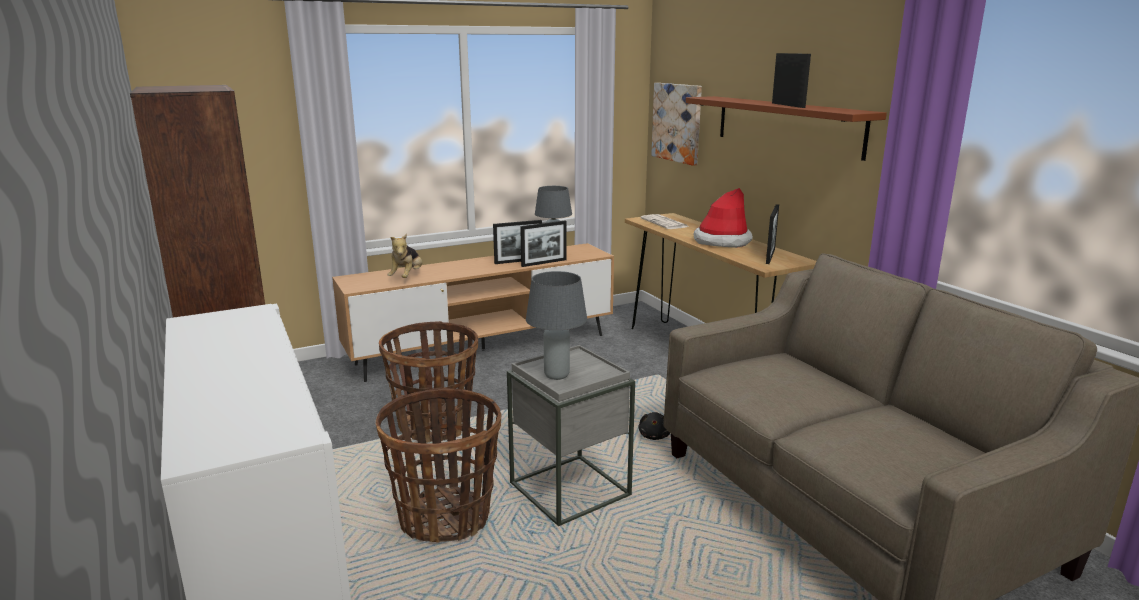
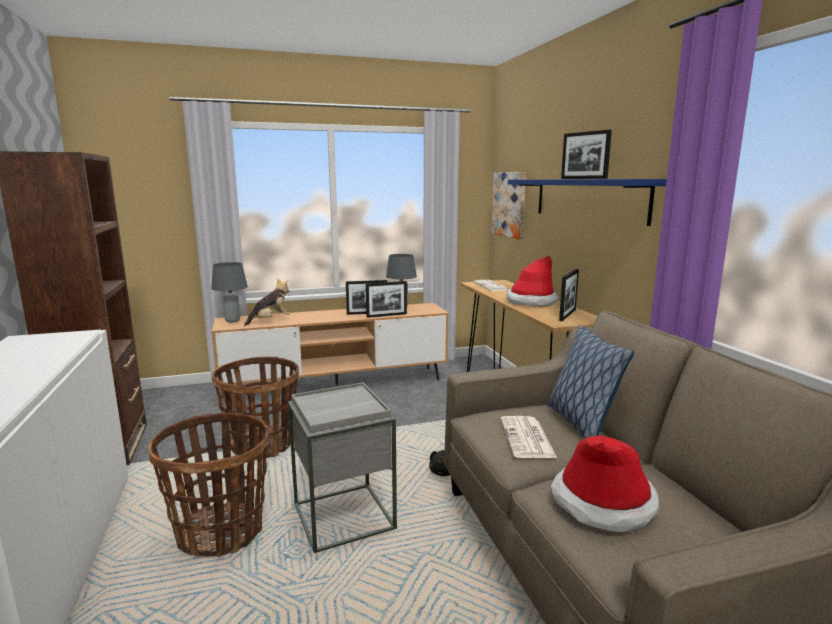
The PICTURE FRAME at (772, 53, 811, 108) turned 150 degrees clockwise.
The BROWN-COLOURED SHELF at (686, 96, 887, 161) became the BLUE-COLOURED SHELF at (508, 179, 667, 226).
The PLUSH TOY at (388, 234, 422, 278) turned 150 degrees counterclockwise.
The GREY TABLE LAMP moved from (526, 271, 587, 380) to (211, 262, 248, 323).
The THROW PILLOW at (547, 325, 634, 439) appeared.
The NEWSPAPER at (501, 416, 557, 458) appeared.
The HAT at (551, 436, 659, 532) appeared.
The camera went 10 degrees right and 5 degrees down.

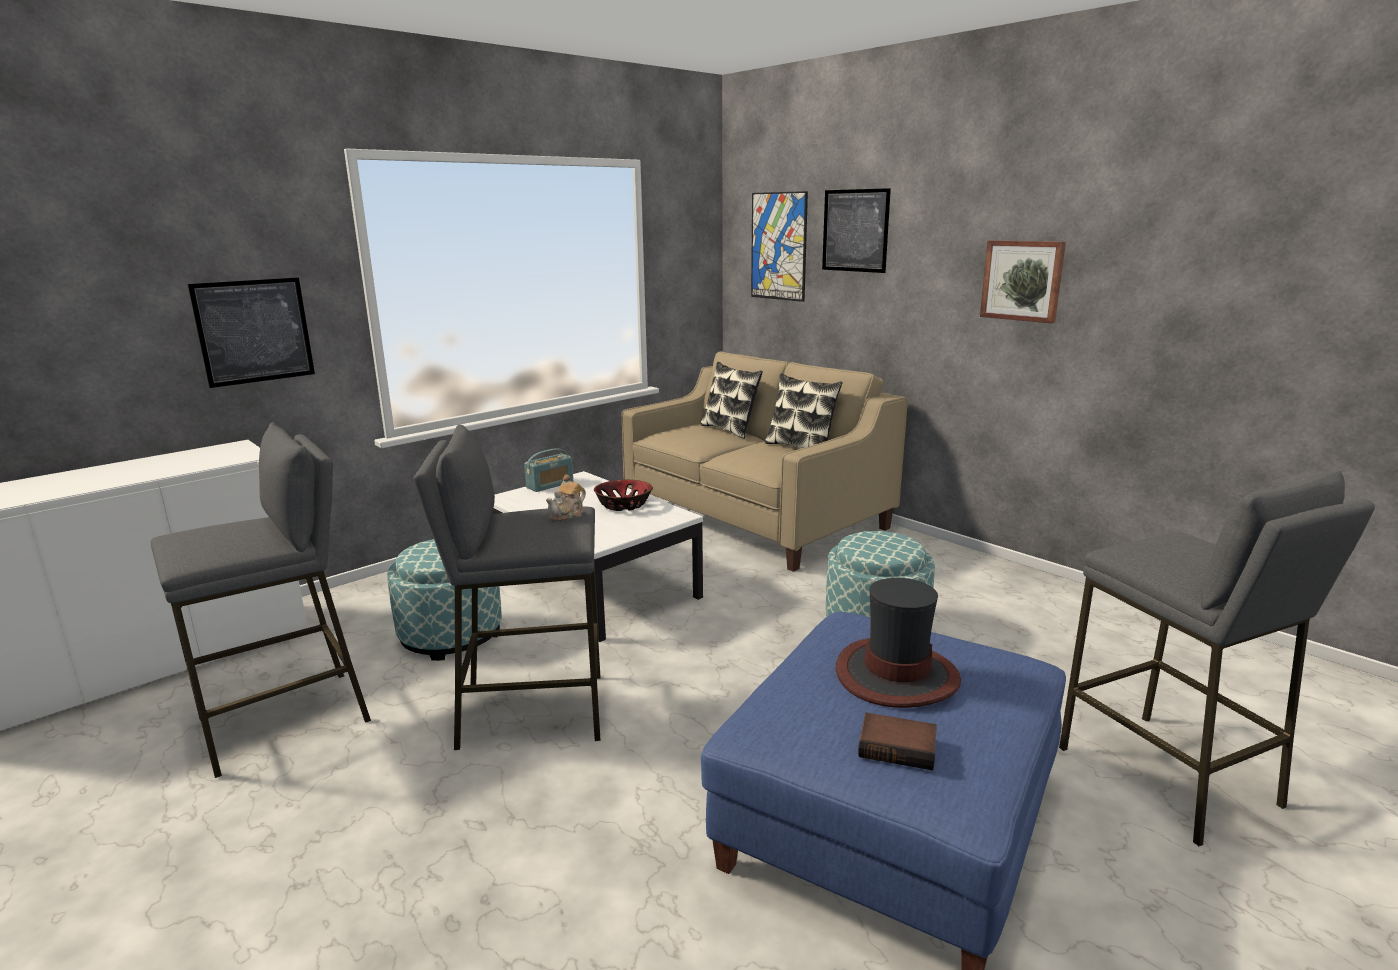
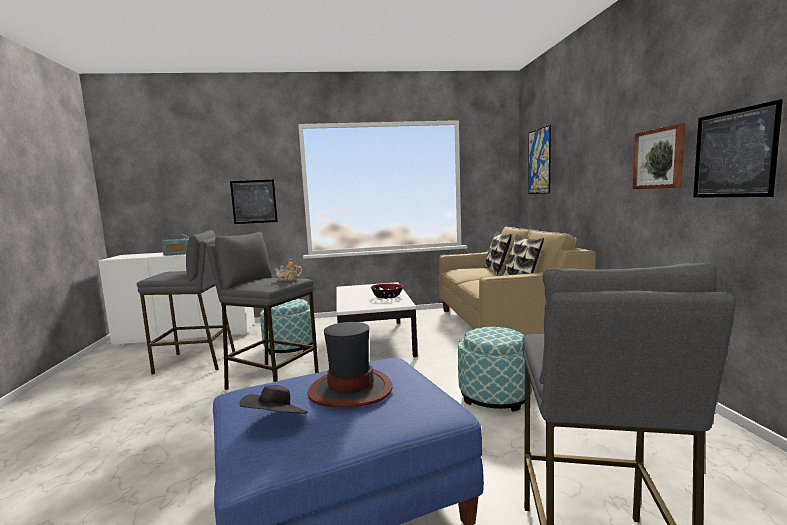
The WALL PICTURE moved from (822, 188, 891, 273) to (693, 99, 783, 198).
The RADIO RECEIVER moved from (524, 448, 573, 492) to (162, 234, 189, 256).
The BOUND BOOK at (858, 713, 937, 771) was replaced by the BLACK-COLOURED HAT at (240, 385, 308, 414).
The camera went 35 degrees right and 10 degrees down.

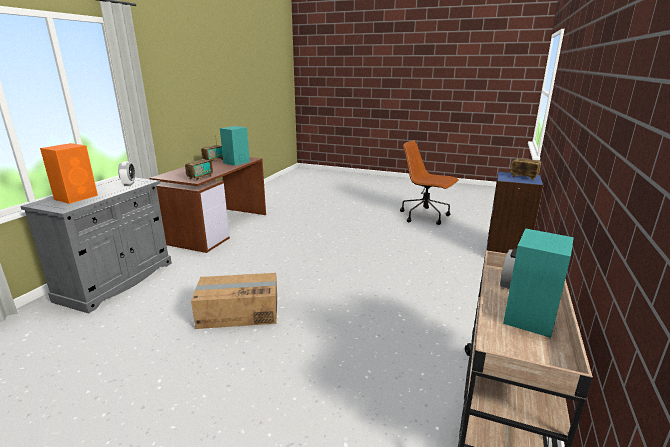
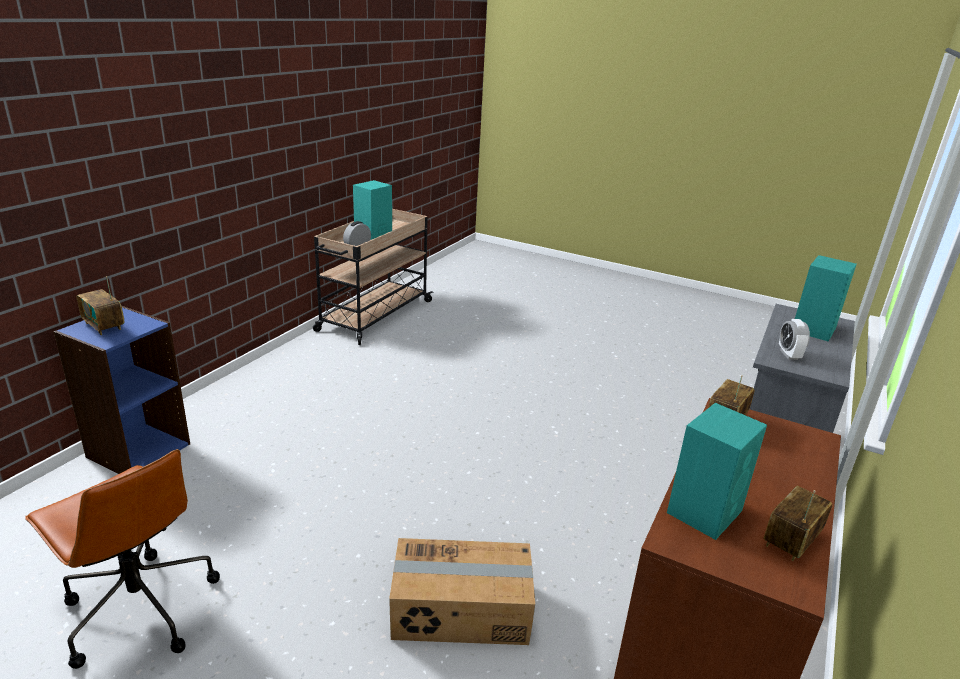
The ORANGE SPEAKER at (40, 143, 98, 204) became the TURQUOISE SPEAKER at (795, 255, 856, 342).
The PACKING BOX moved from (191, 273, 277, 329) to (389, 538, 535, 645).
The camera went 175 degrees left and 5 degrees up.

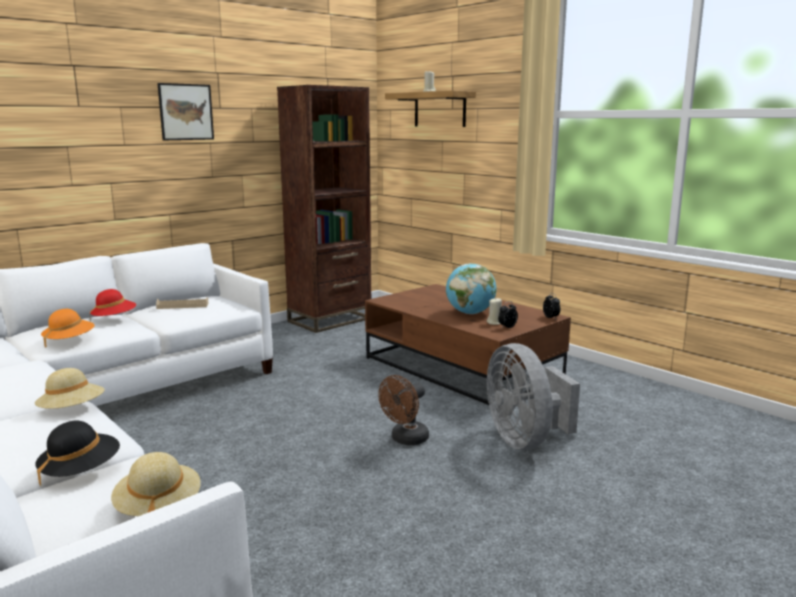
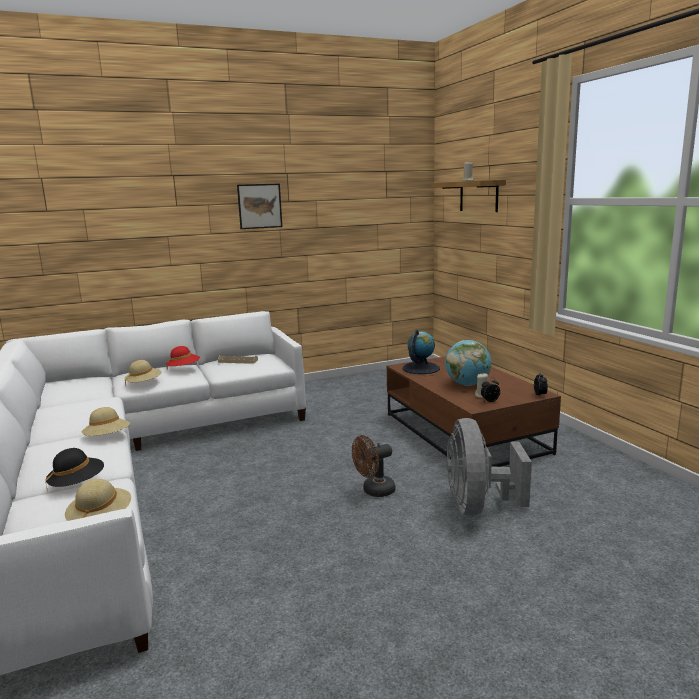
The BROWN-COLOURED BOOKSHELF at (277, 85, 371, 333) disappeared.
The ORANGE HAT at (41, 309, 95, 347) became the BEIGE HAT at (125, 360, 162, 386).
The GLOBE at (403, 330, 440, 374) appeared.
The camera went 20 degrees right and 0 degrees up.

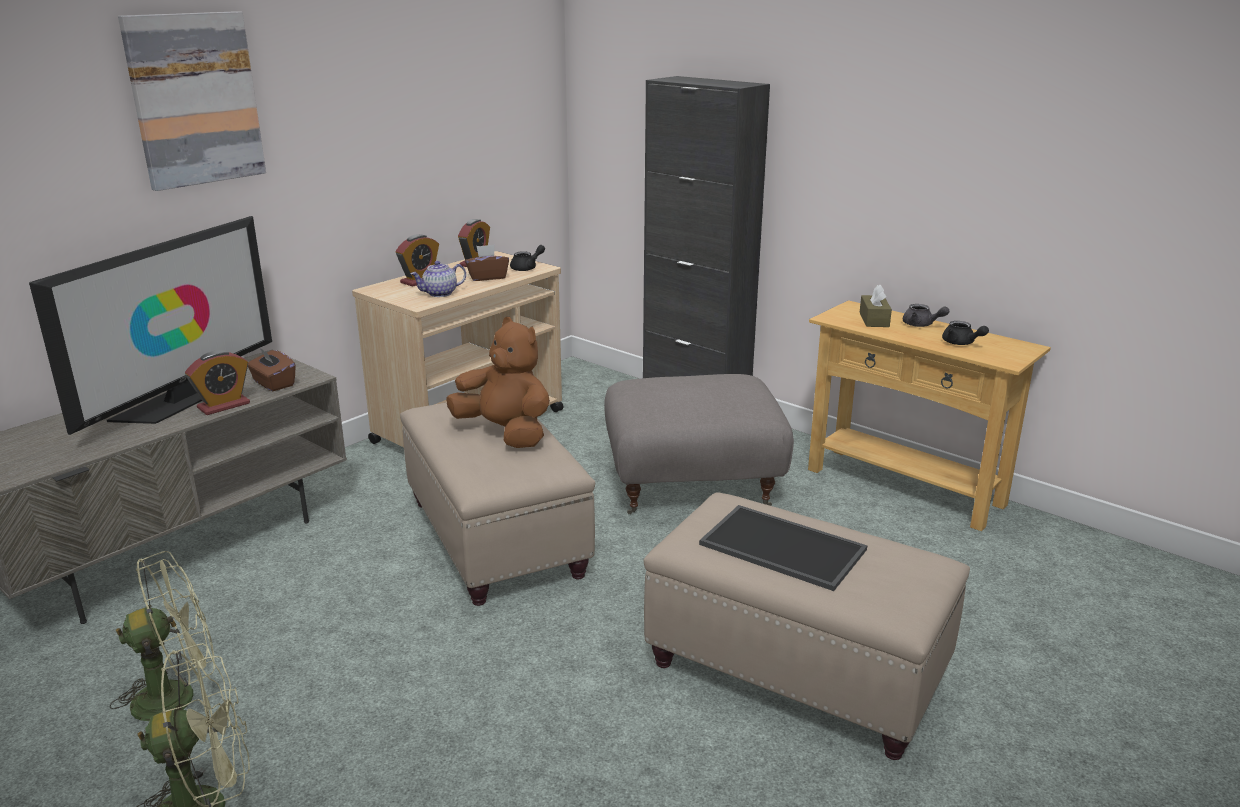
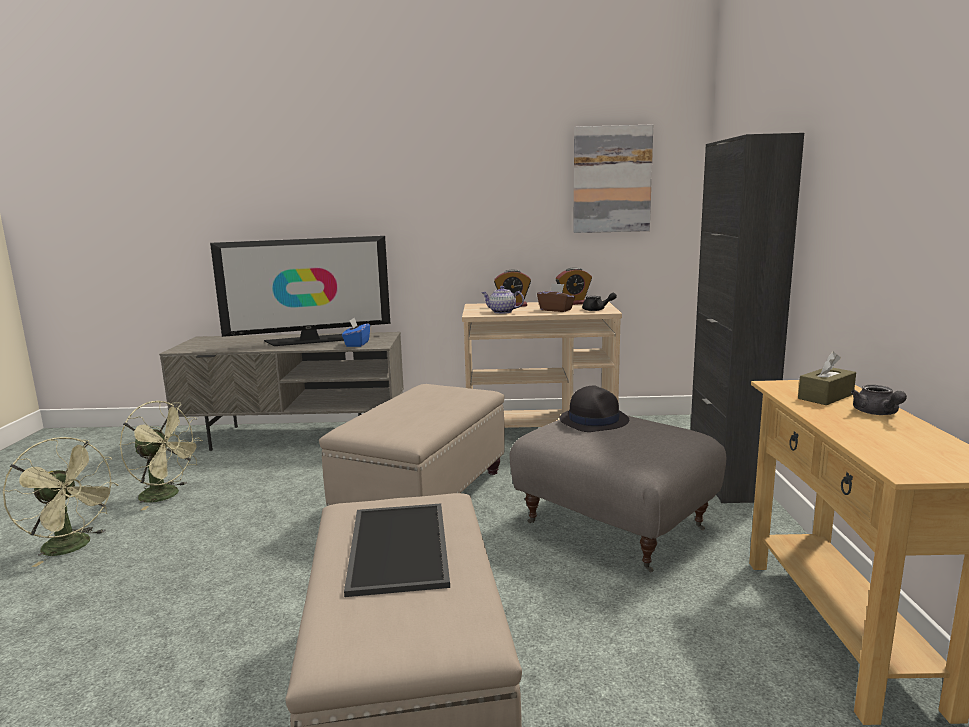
The WALL PICTURE moved from (118, 11, 266, 191) to (573, 124, 654, 233).
The BROWN-COLOURED PLUSH TOY at (446, 317, 550, 448) disappeared.
The BLACK-COLOURED TEA POT at (942, 321, 989, 345) disappeared.
The BROWN-COLOURED BOX OF TISSUES at (248, 347, 295, 391) became the BLUE-COLOURED BOX OF TISSUES at (342, 317, 370, 347).
The ALARM CLOCK at (185, 350, 250, 415) disappeared.
The BLACK-COLOURED HAT at (559, 386, 629, 432) appeared.
The camera went 50 degrees right and 10 degrees down.

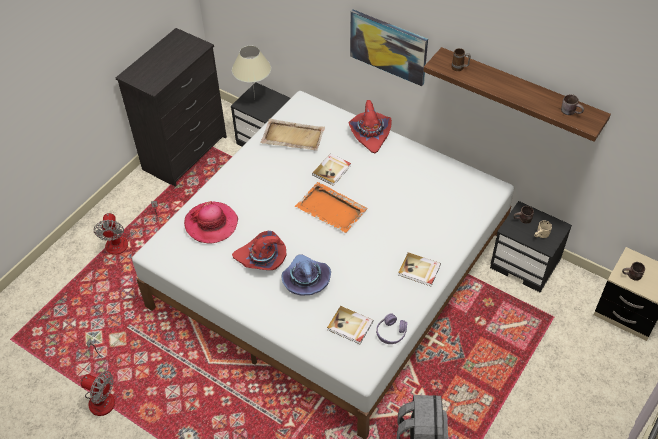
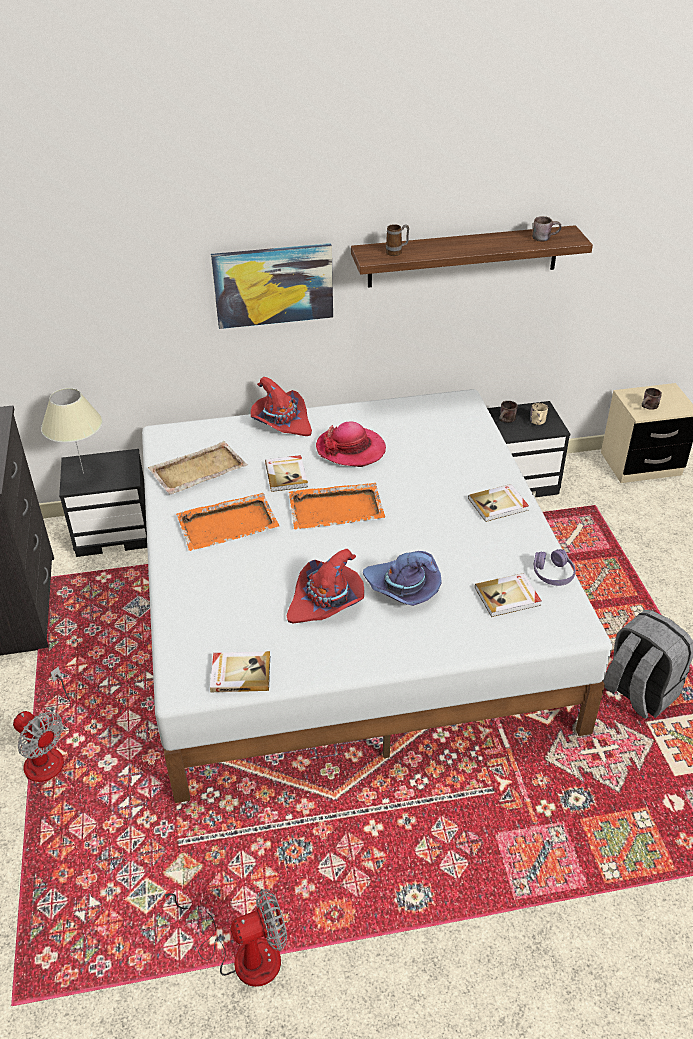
The HAT moved from (184, 201, 238, 244) to (316, 421, 386, 467).
The ORANGE TRAY at (177, 493, 279, 551) appeared.
The BOUND BOOK at (210, 651, 270, 692) appeared.
The camera went 45 degrees left and 10 degrees down.

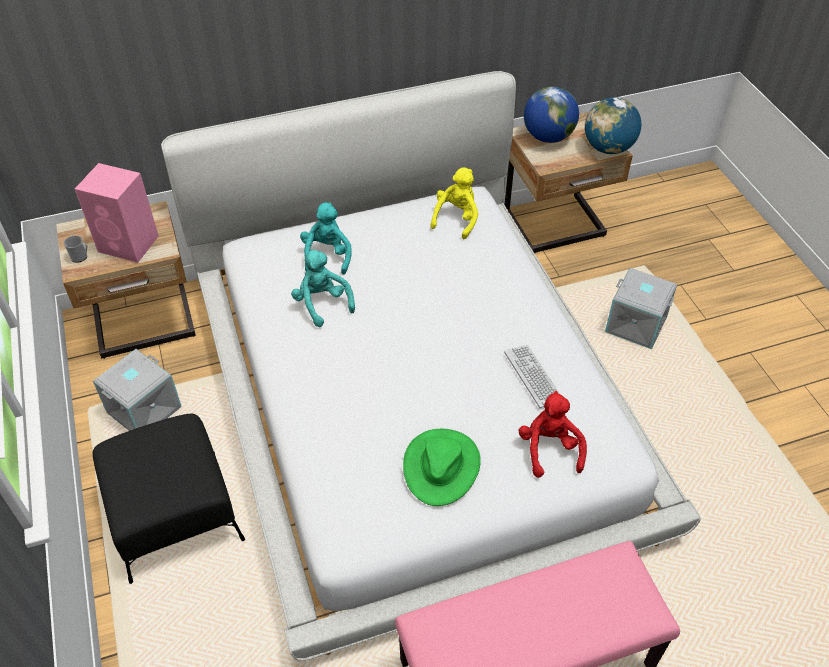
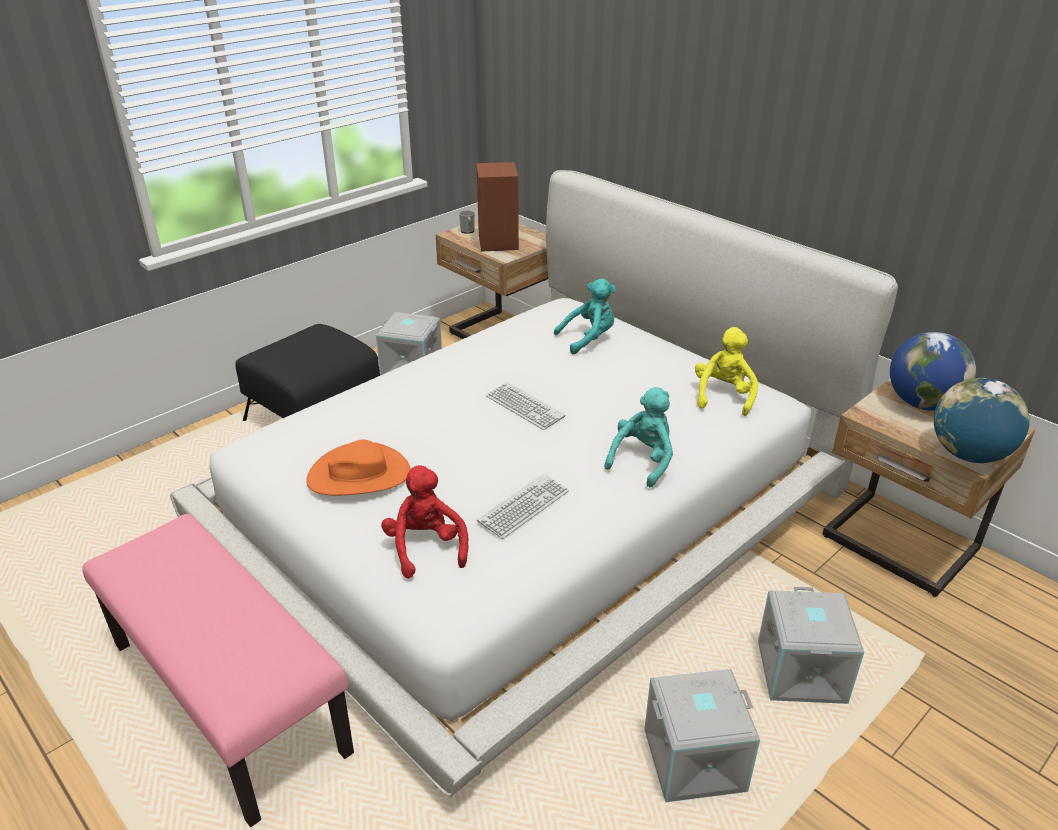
The PINKISH SPEAKER at (75, 163, 159, 263) became the BROWN-COLOURED SPEAKER at (476, 162, 519, 252).
The YELLOW-COLOURED PLUSH TOY at (430, 167, 478, 239) turned 75 degrees counterclockwise.
The TURQUOISE PLUSH TOY moved from (291, 250, 355, 327) to (604, 387, 673, 487).
The RED-COLOURED PLUSH TOY at (519, 391, 587, 478) turned 75 degrees counterclockwise.
The GREEN-COLOURED HAT at (403, 429, 481, 506) became the ORANGE HAT at (306, 440, 411, 496).
The COMPUTER KEYBOARD at (486, 382, 566, 430) appeared.
The GREY STORAGE BOX at (644, 669, 760, 802) appeared.
The camera went 65 degrees right and 15 degrees down.

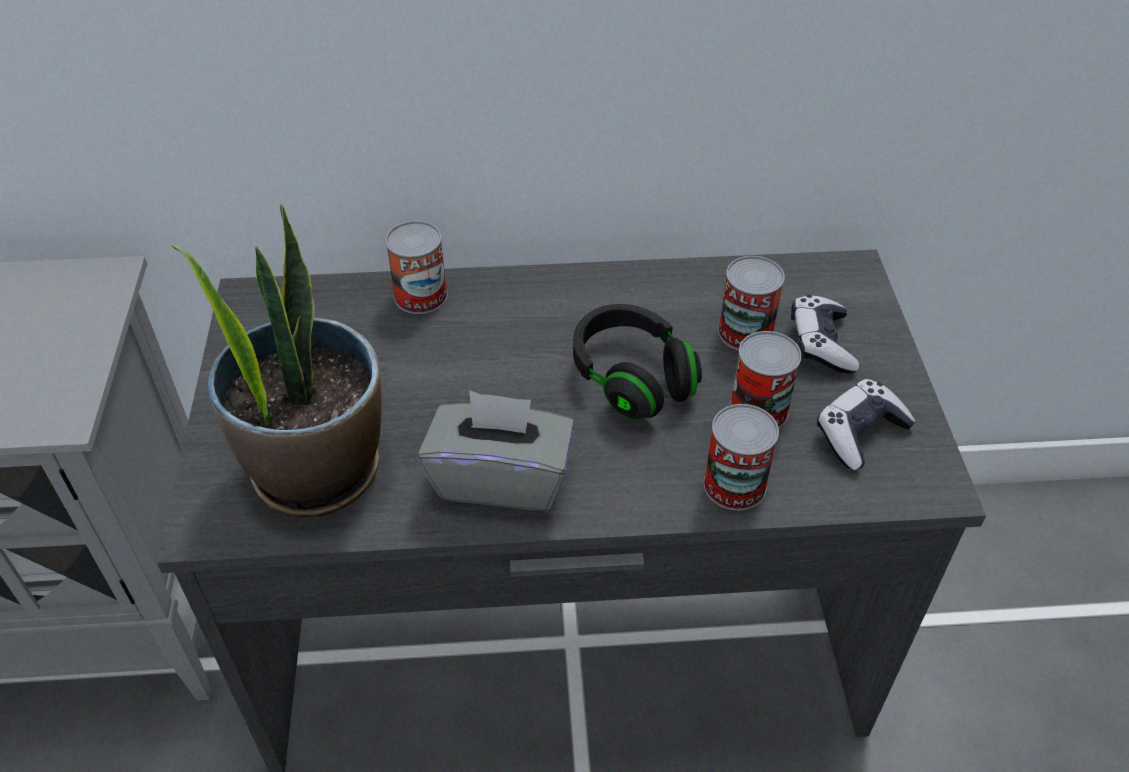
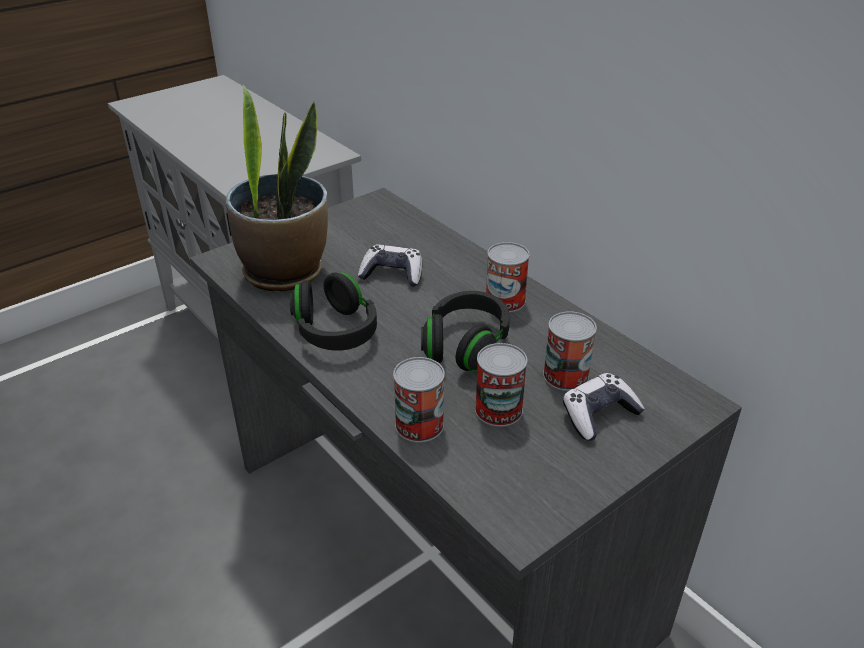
The SEALED CAN moved from (385, 221, 448, 314) to (486, 242, 530, 312).
The GAMEPAD moved from (817, 379, 916, 470) to (358, 244, 422, 287).
The GREY BOX OF TISSUES at (418, 390, 575, 511) was replaced by the BLACK-COLOURED HEADSET at (290, 272, 377, 351).
The camera went 55 degrees right and 10 degrees down.

